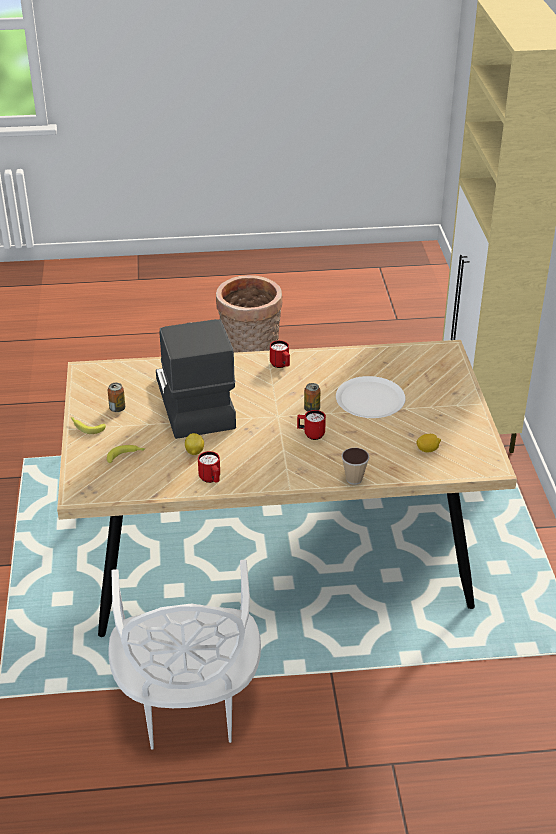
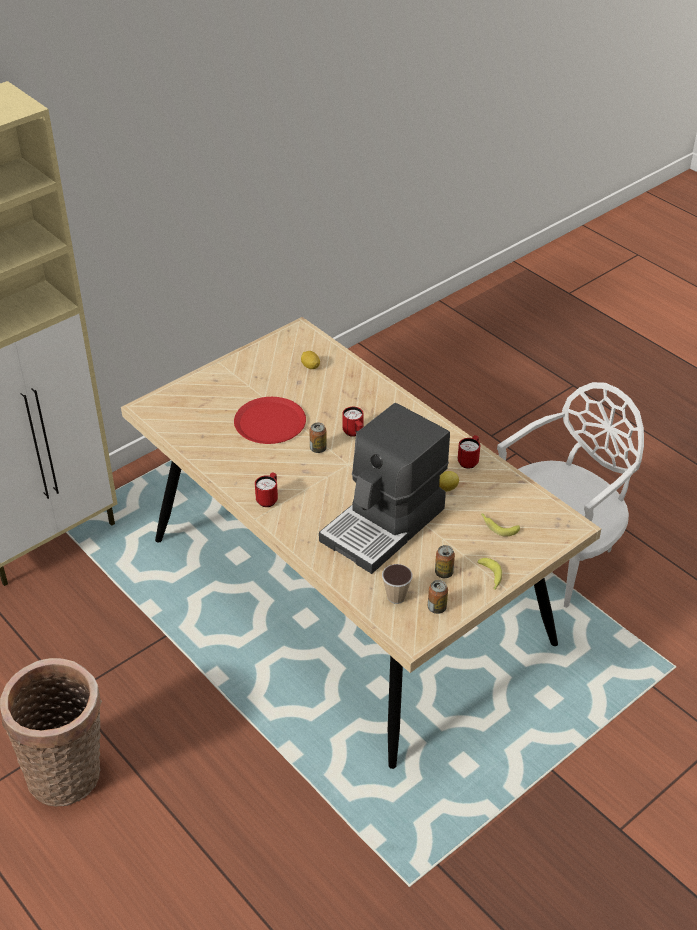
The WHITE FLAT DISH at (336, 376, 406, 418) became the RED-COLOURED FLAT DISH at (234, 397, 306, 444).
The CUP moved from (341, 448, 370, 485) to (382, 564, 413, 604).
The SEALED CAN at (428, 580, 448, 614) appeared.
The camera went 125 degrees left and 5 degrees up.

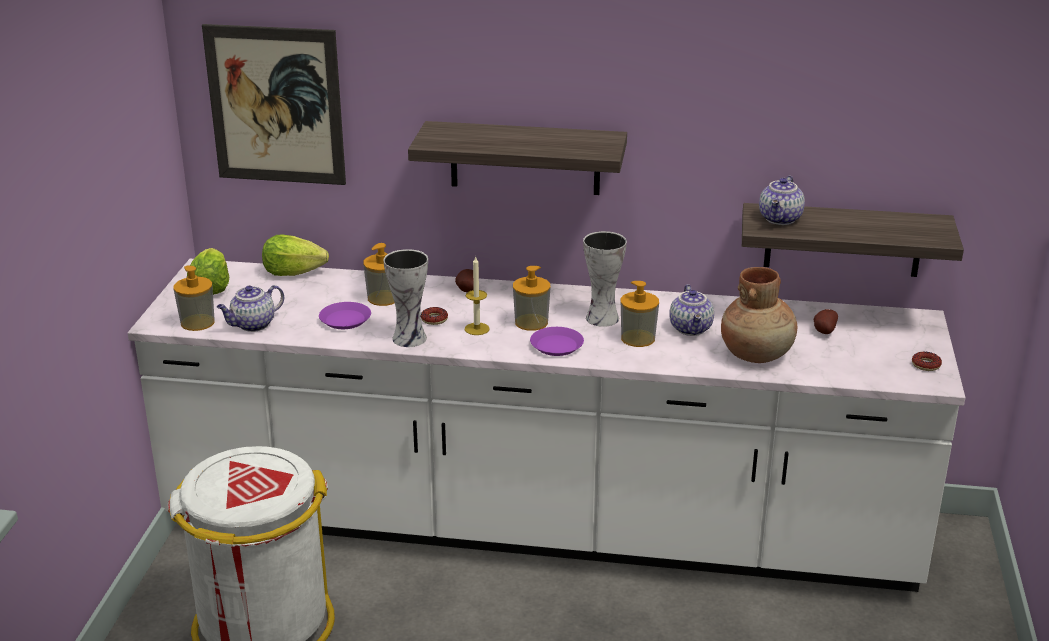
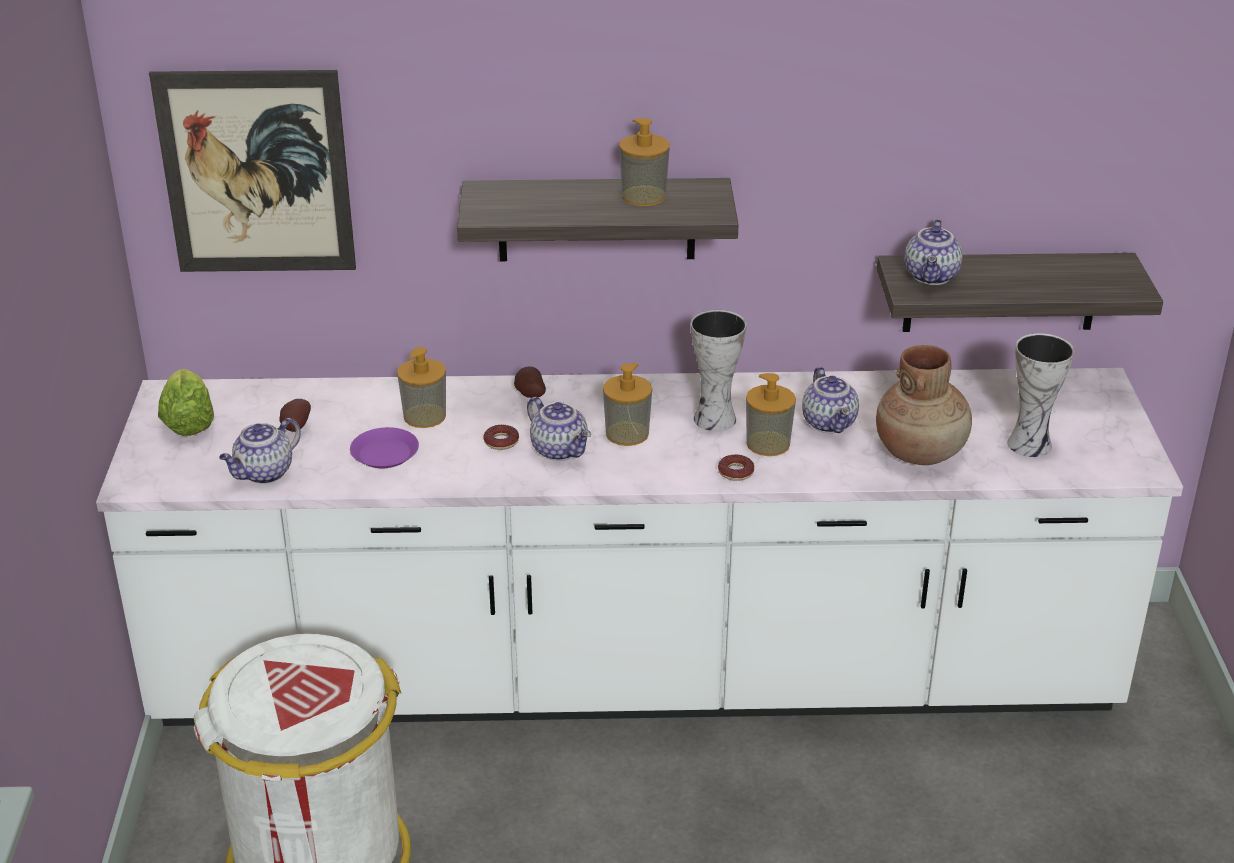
The LETTUCE HEAD at (262, 234, 329, 276) disappeared.
The FLOWER VASE moved from (383, 249, 428, 347) to (1007, 333, 1074, 457).
The CANDLE at (465, 257, 490, 335) was replaced by the TEA POT at (527, 397, 591, 461).
The SOAP BOTTLE moved from (173, 266, 215, 331) to (619, 118, 670, 206).
The SPUD moved from (814, 309, 838, 334) to (279, 399, 311, 432).
The PURPLISH FLAT DISH at (530, 327, 584, 356) disappeared.
The DOUGHNUT moved from (912, 352, 942, 371) to (718, 454, 754, 481).
The camera went 10 degrees left and 5 degrees up.

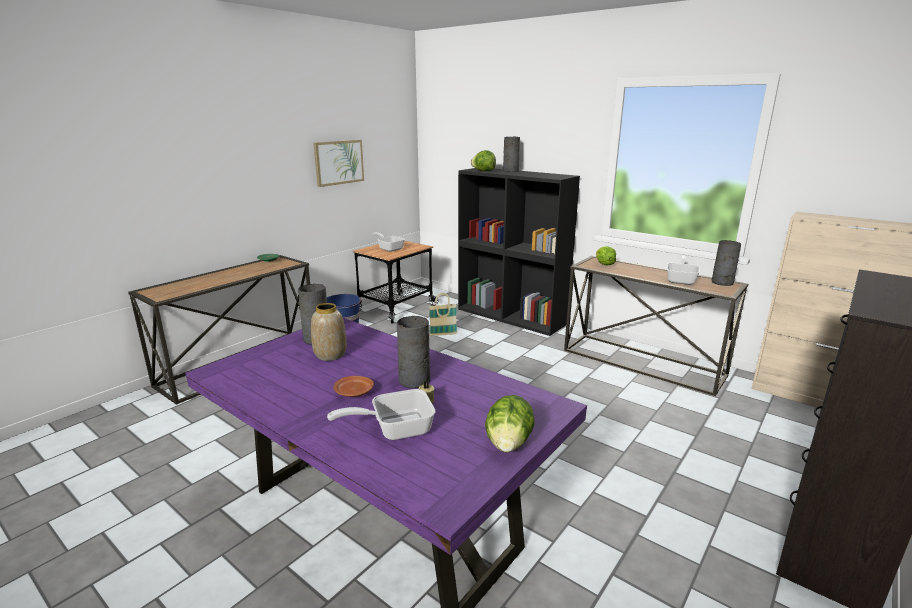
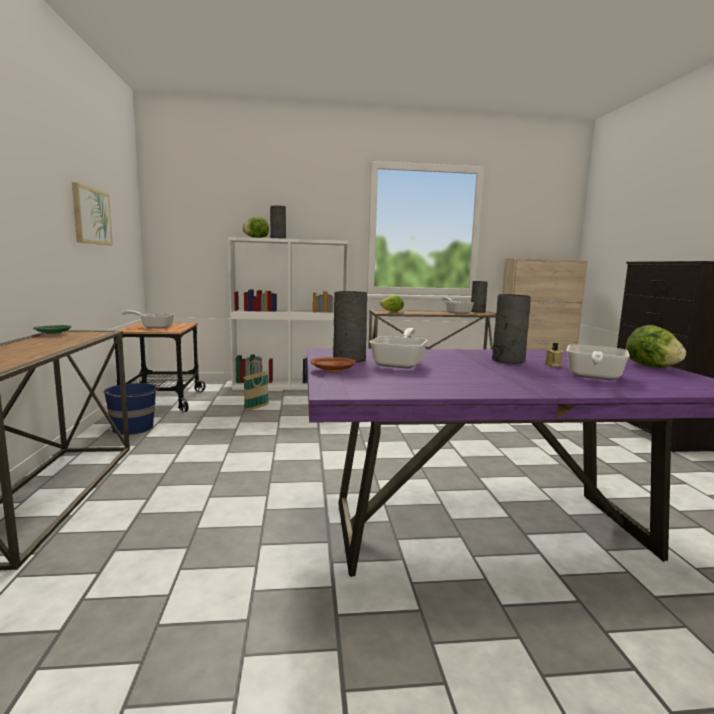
The BLACK-COLOURED BOOKSHELF at (458, 168, 580, 336) became the WHITE BOOKSHELF at (228, 237, 348, 390).
The FLOWER VASE at (311, 303, 347, 361) was replaced by the SKILLET at (370, 328, 428, 369).
The BROWN-COLOURED FLAT DISH moved from (333, 376, 374, 397) to (310, 357, 356, 372).
The camera went 45 degrees left and 10 degrees down.

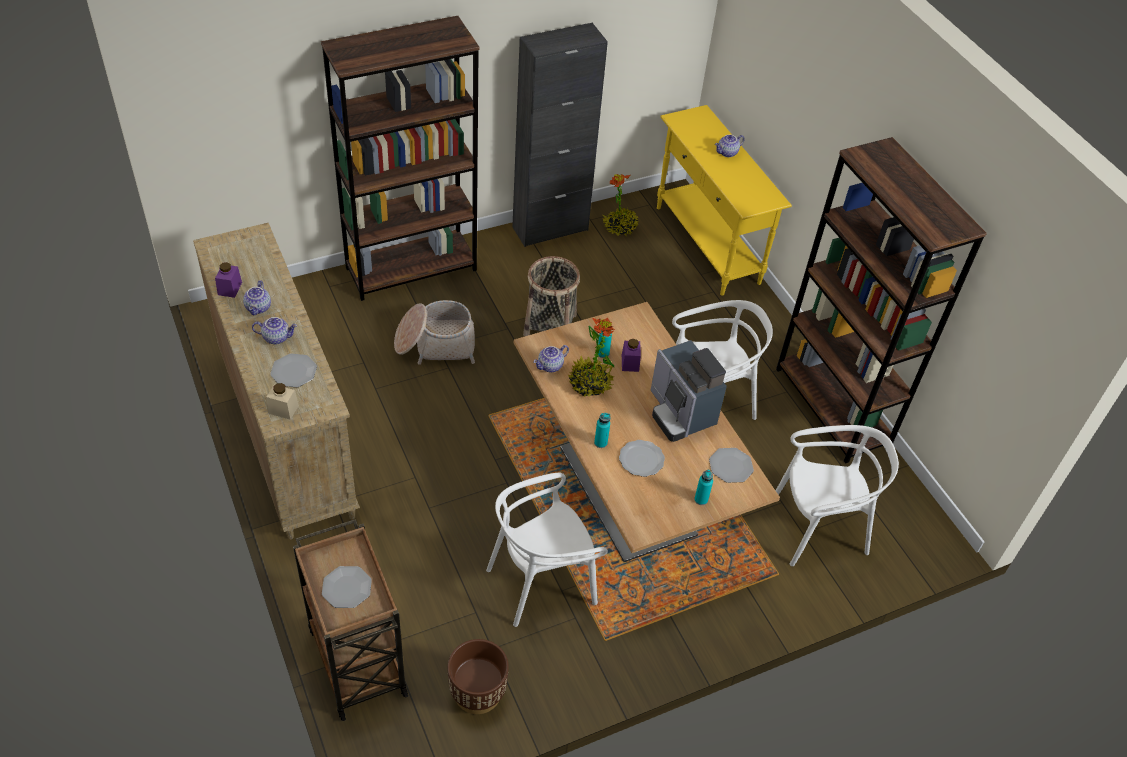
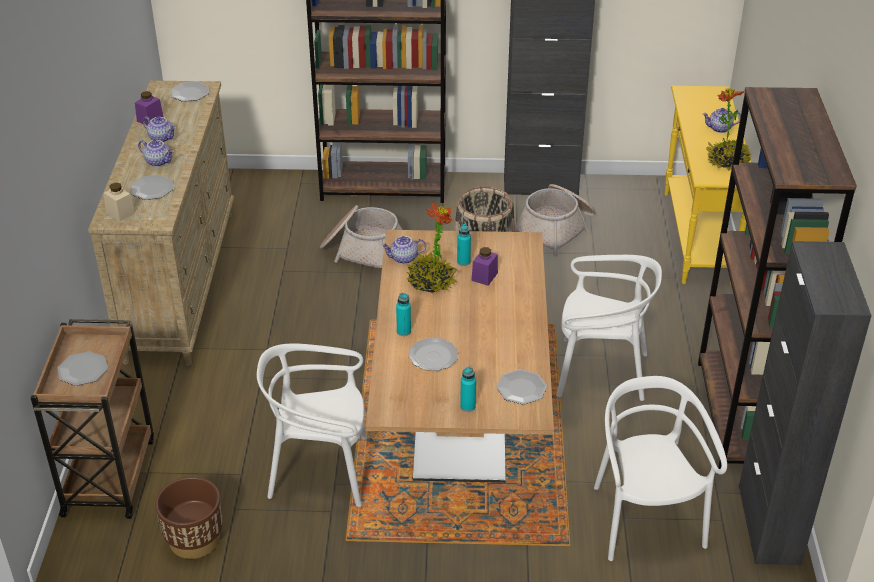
The HOUSEPLANT moved from (603, 174, 638, 236) to (706, 88, 752, 171).
The TEA POT at (243, 280, 271, 315) turned 90 degrees counterclockwise.
The COFFEE MACHINE at (651, 340, 727, 442) disappeared.
The WHITE CHAIR at (776, 425, 899, 566) turned 120 degrees counterclockwise.
The FLAT DISH at (171, 81, 209, 102) appeared.
The BASKET at (515, 184, 596, 256) appeared.
The BLACK-COLOURED CUPBOARD at (739, 241, 872, 565) appeared.
The camera went 30 degrees right and 10 degrees down.

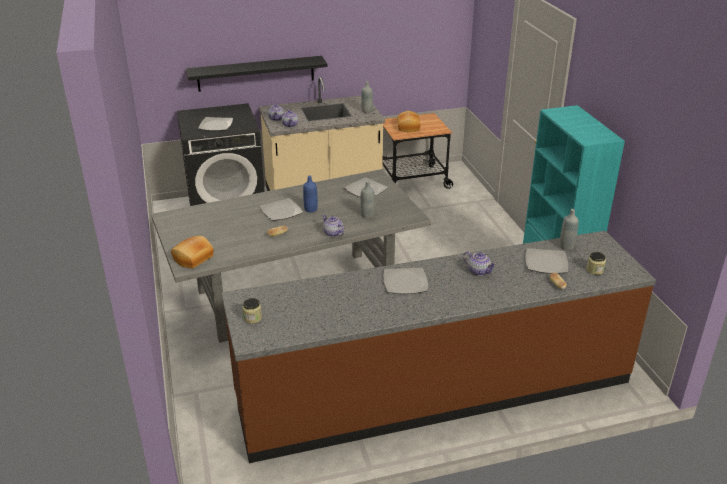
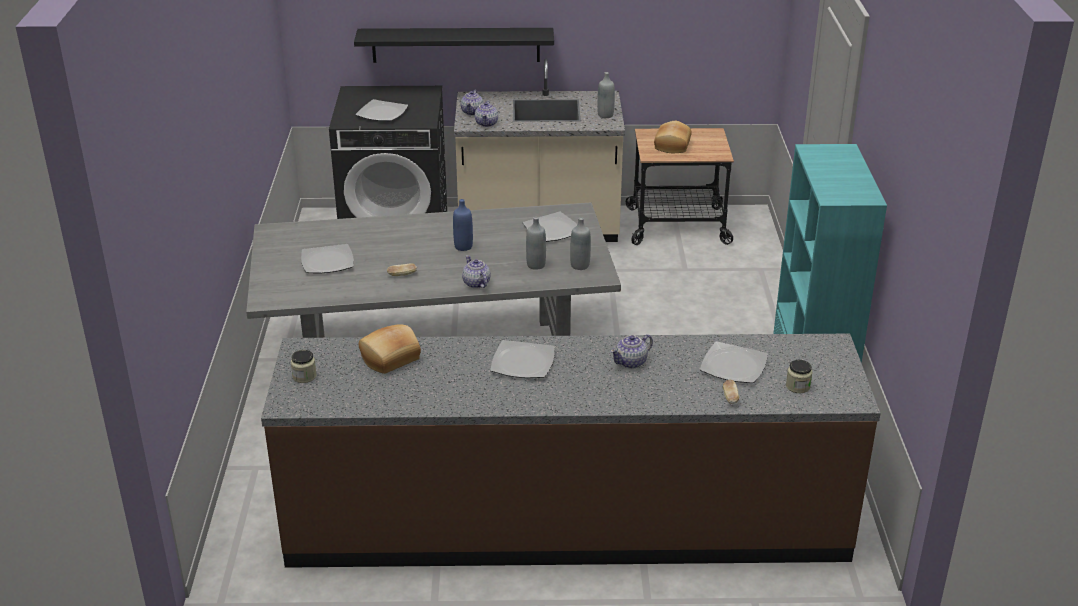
The FLAT DISH moved from (260, 198, 303, 221) to (301, 244, 354, 273).
The GREY DRINK BOTTLE moved from (560, 209, 579, 250) to (570, 217, 591, 270).
The BAKERY BREAD moved from (171, 236, 214, 268) to (359, 324, 421, 374).
The TEA POT at (463, 251, 497, 276) turned 90 degrees clockwise.
The camera went 15 degrees right and 0 degrees up.

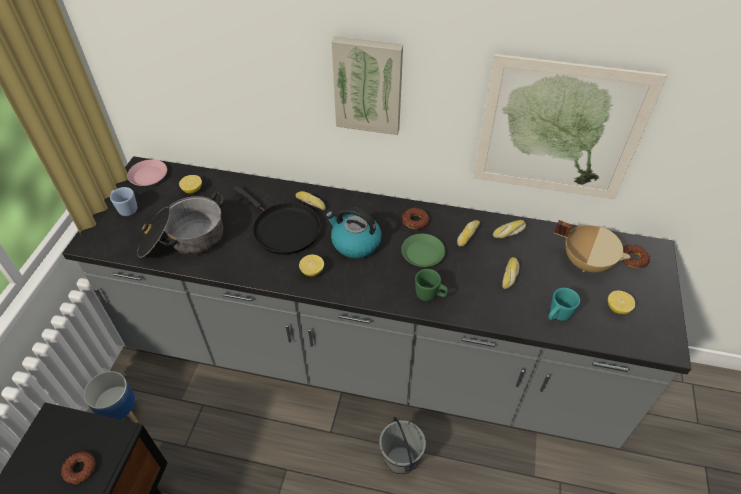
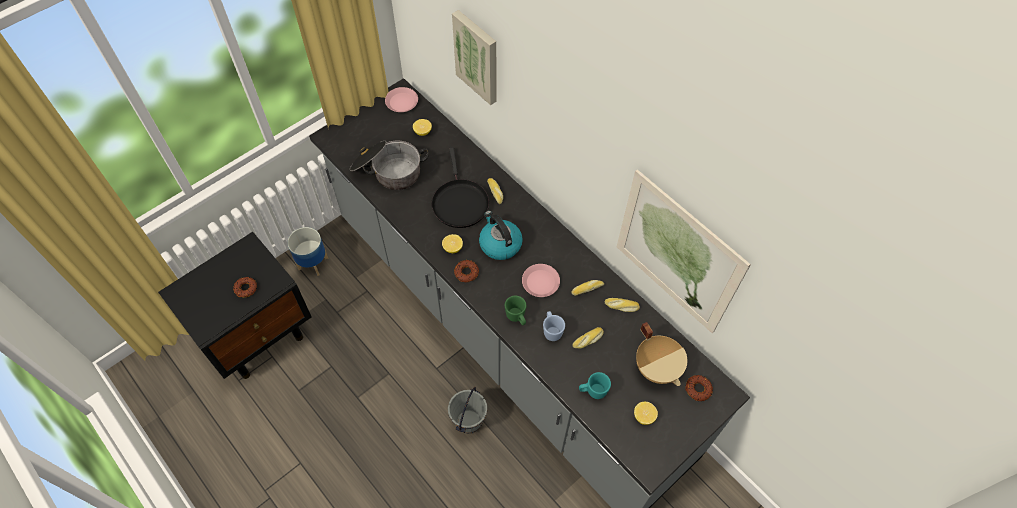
The WALL PICTURE moved from (332, 36, 403, 135) to (452, 10, 497, 105).
The BLUE-COLOURED TEA MUG moved from (110, 187, 137, 216) to (543, 311, 565, 341).
The DOUGHNUT moved from (402, 208, 430, 229) to (454, 260, 479, 282).
The GREEN-COLOURED FLAT DISH at (401, 234, 445, 267) became the PINKISH FLAT DISH at (522, 264, 560, 297).
The camera went 35 degrees right and 10 degrees up.

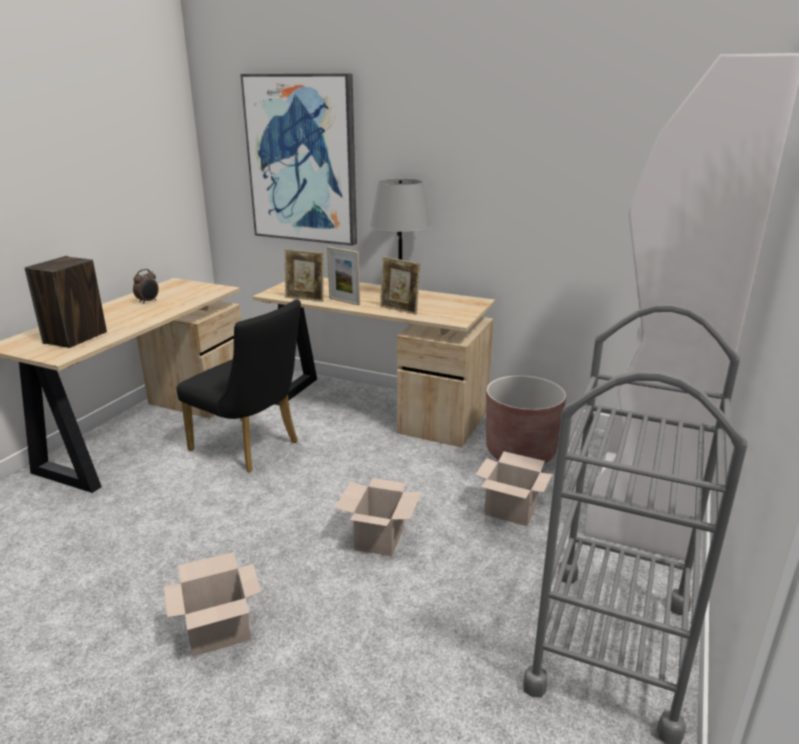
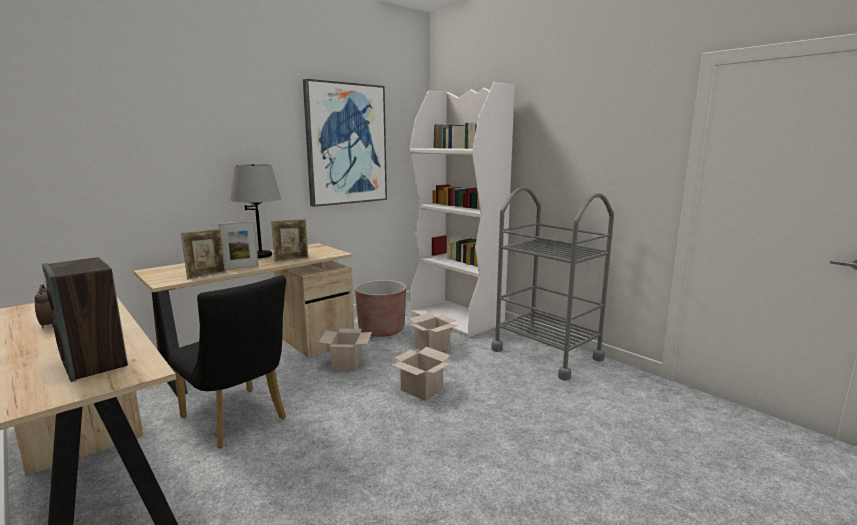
The WALL PICTURE moved from (240, 74, 357, 246) to (303, 79, 387, 207).
The BLACK-COLOURED CHAIR at (176, 300, 301, 472) turned 75 degrees clockwise.
The PACKING BOX moved from (164, 552, 261, 657) to (319, 328, 372, 371).
The camera went 65 degrees left and 10 degrees down.

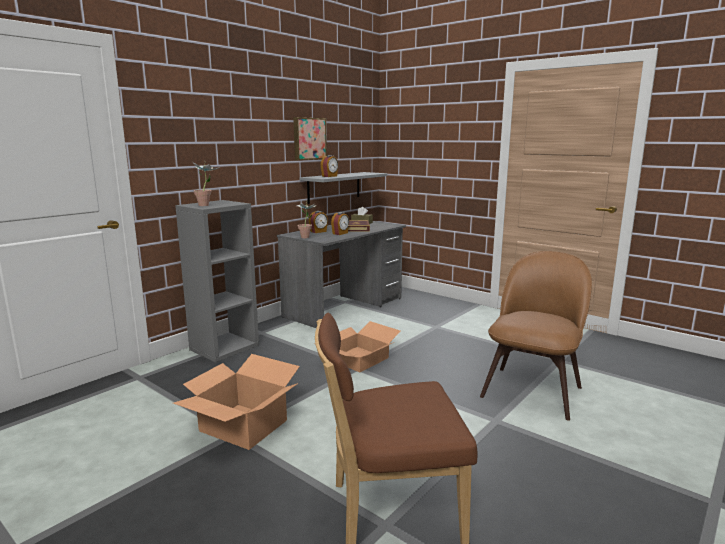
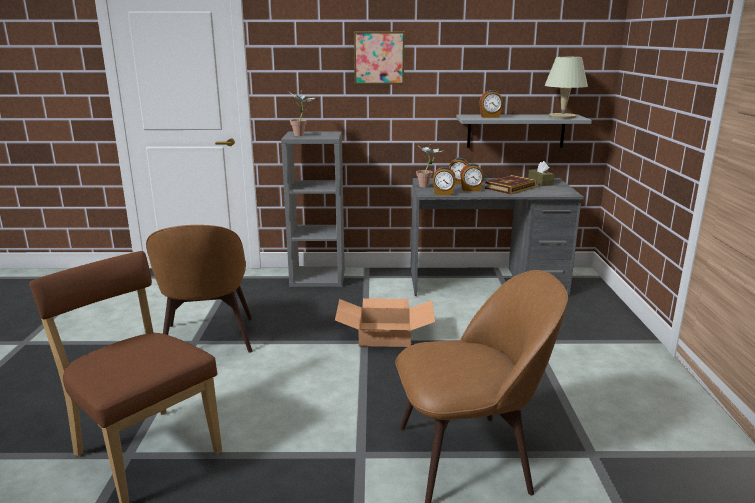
The WALL PICTURE moved from (293, 117, 327, 160) to (354, 32, 405, 84).
The PACKING BOX at (173, 354, 300, 450) was replaced by the BROWN-COLOURED CHAIR at (146, 225, 253, 353).
The BEIGE TABLE LAMP at (544, 57, 588, 119) appeared.
The ALARM CLOCK at (433, 167, 456, 195) appeared.
The camera went 50 degrees right and 5 degrees up.

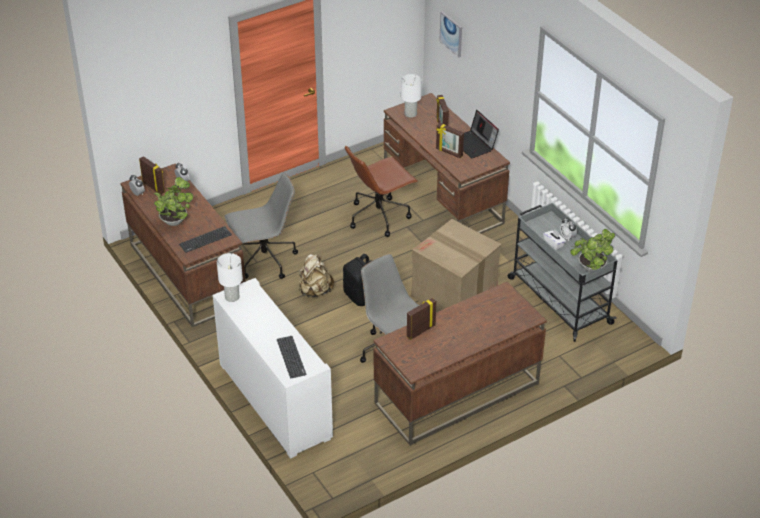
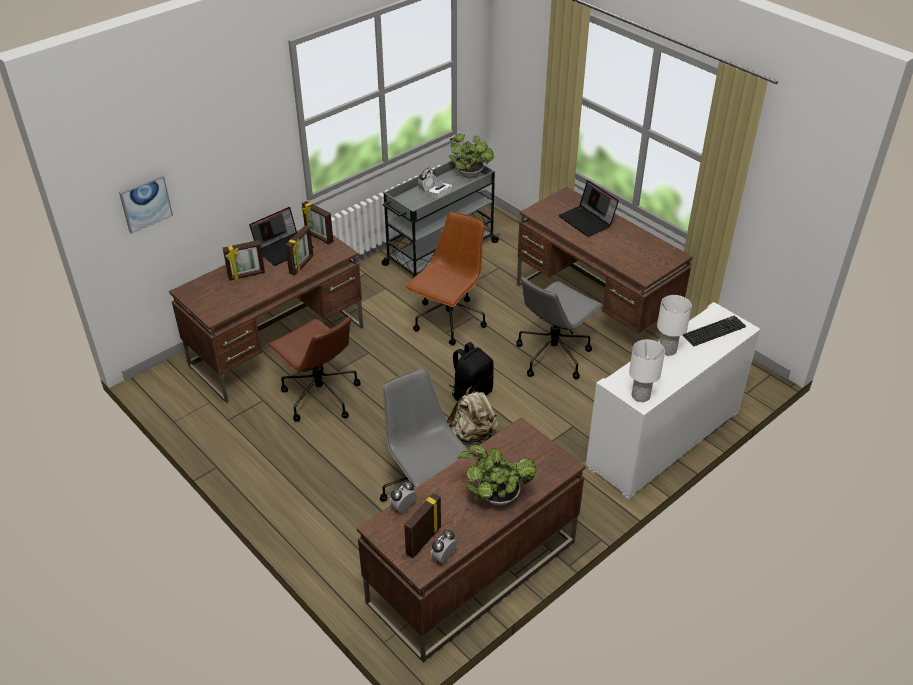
The WHITE TABLE LAMP moved from (401, 74, 422, 118) to (657, 295, 692, 356).
The PACKING BOX at (411, 219, 502, 311) was replaced by the BROWN-COLOURED COMPUTER CHAIR at (405, 212, 487, 345).
The COMPUTER KEYBOARD at (179, 226, 232, 253) disappeared.
The PICTURE FRAME moved from (407, 298, 436, 340) to (301, 201, 334, 245).
The NOTEBOOK COMPUTER at (558, 180, 619, 237) appeared.
The camera went 100 degrees left and 0 degrees up.

